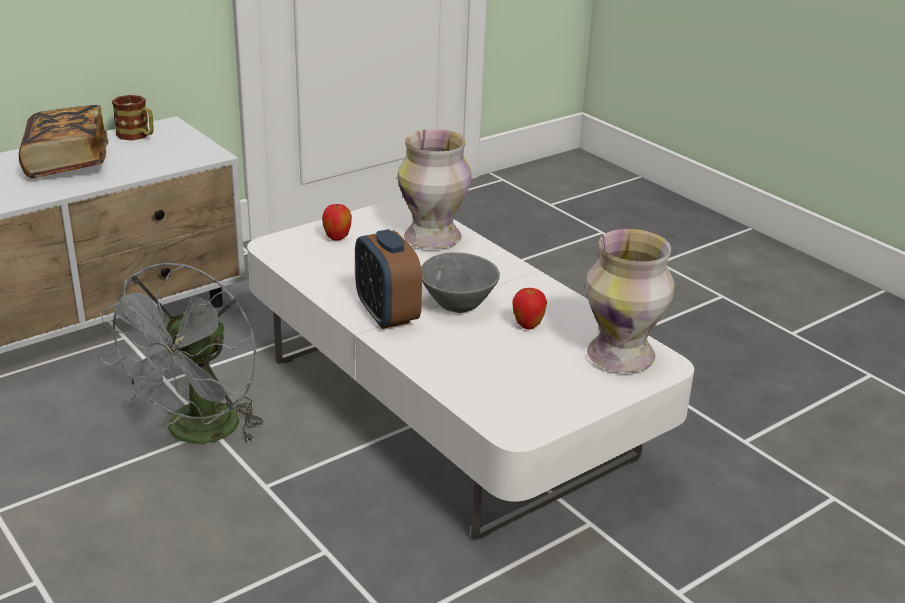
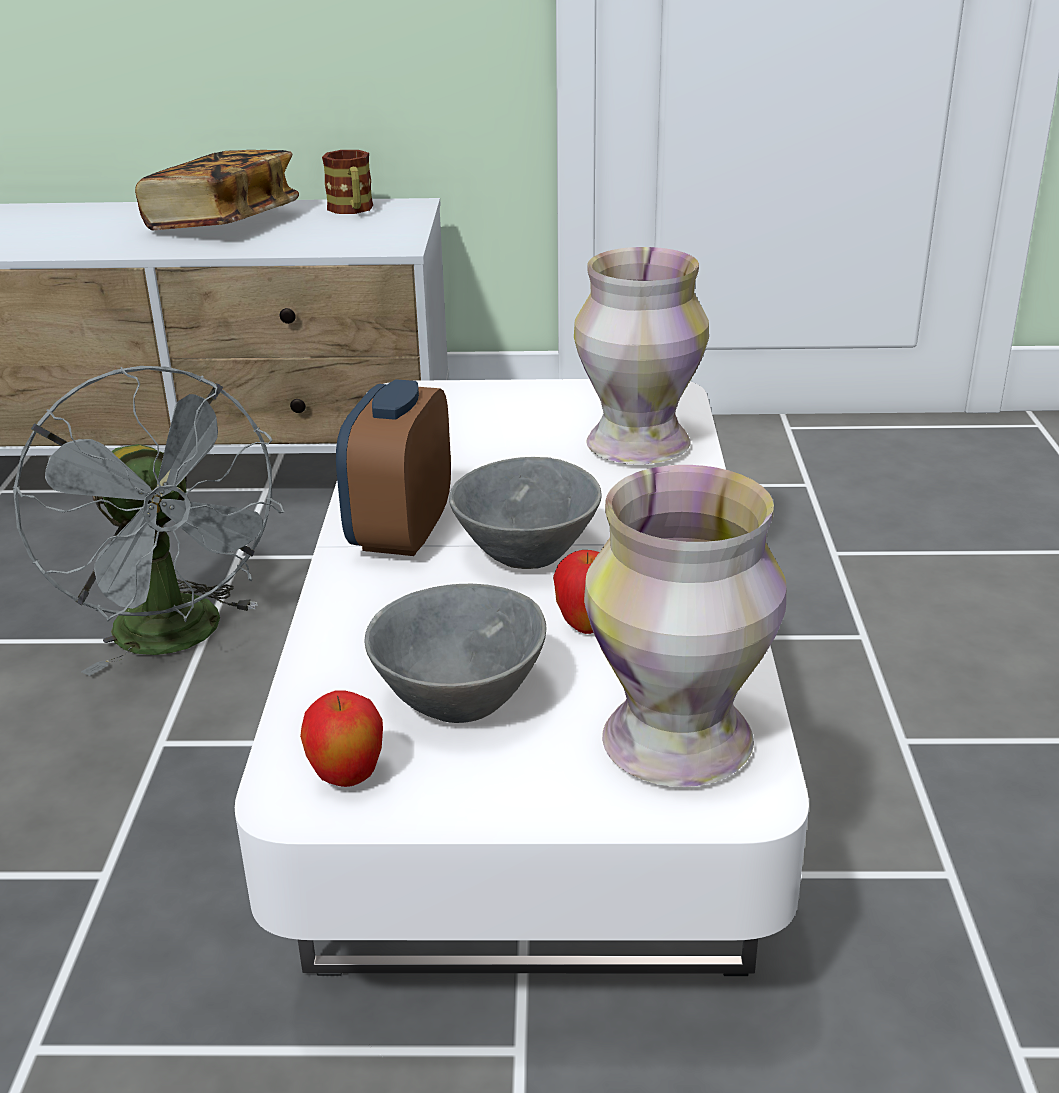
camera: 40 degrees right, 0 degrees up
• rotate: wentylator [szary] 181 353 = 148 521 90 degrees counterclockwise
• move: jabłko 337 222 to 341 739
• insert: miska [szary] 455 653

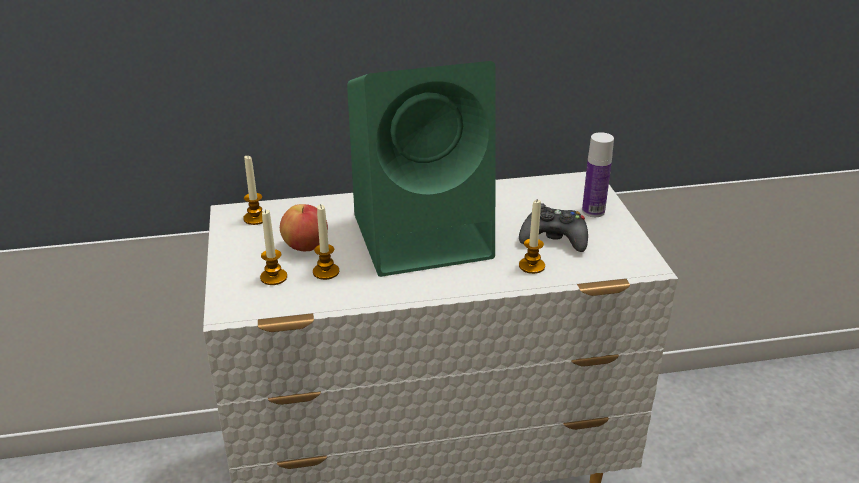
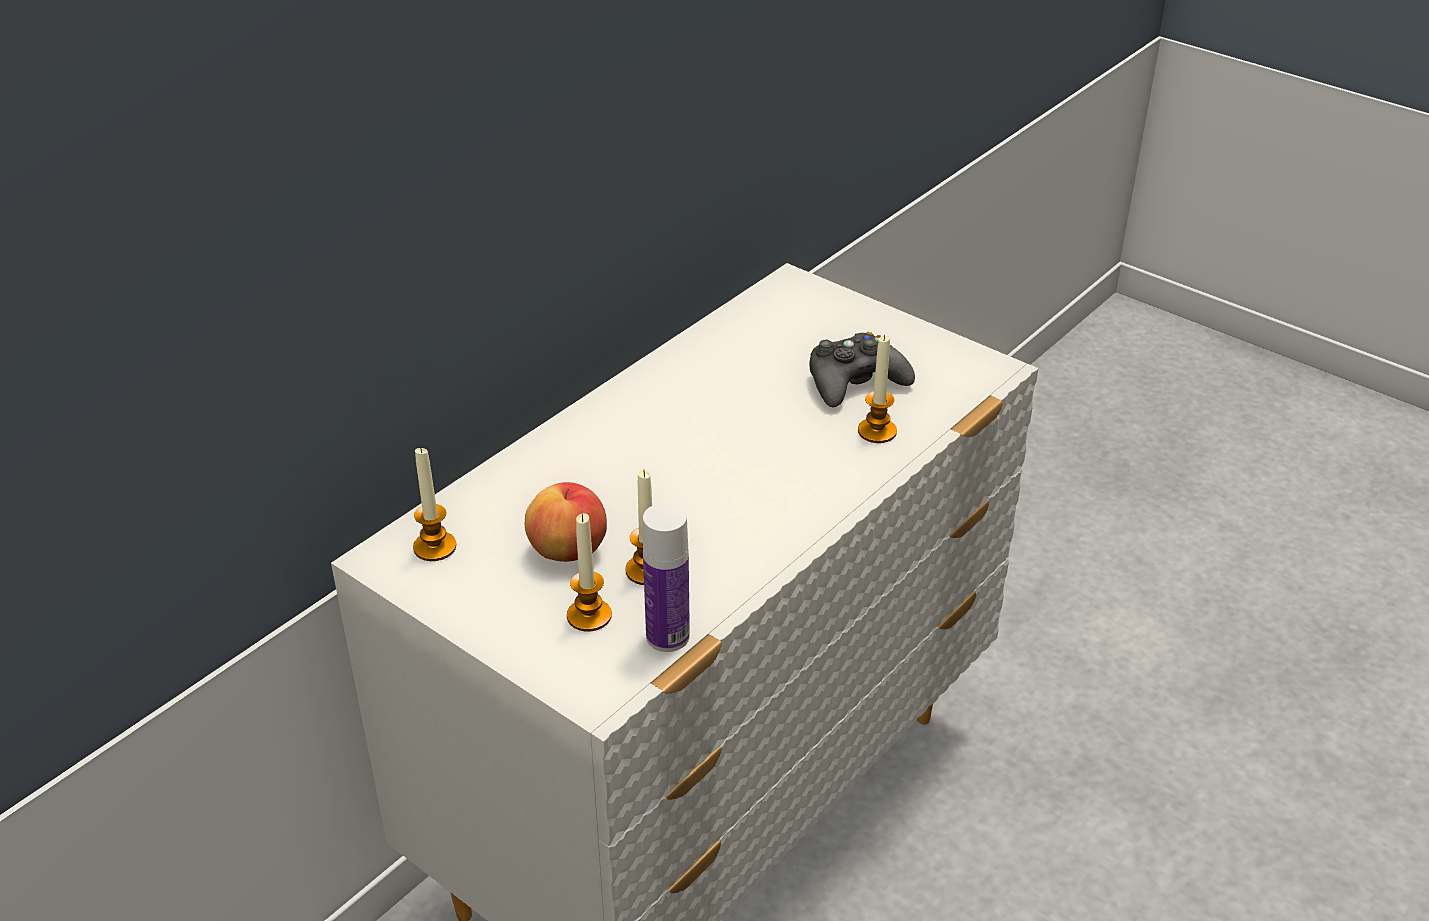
camera: 40 degrees left, 5 degrees up
• move: butelka 598 174 to 666 577
• delete: głośnik [zielony] 421 169

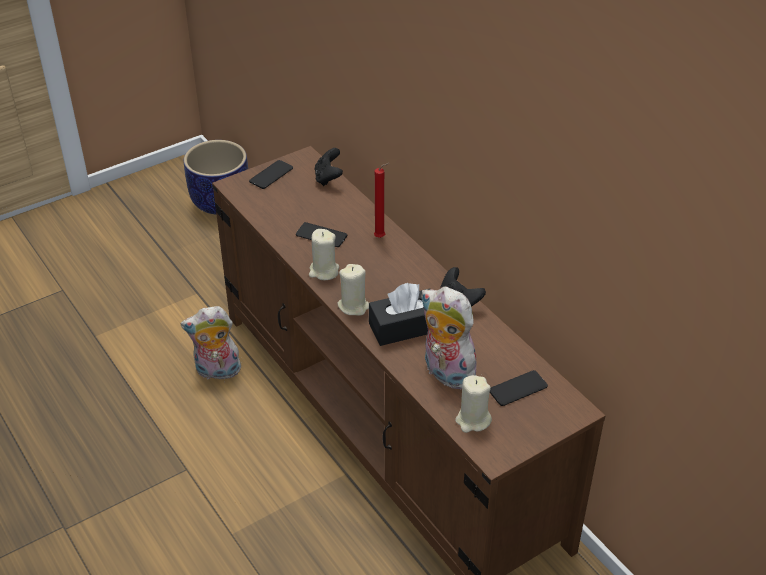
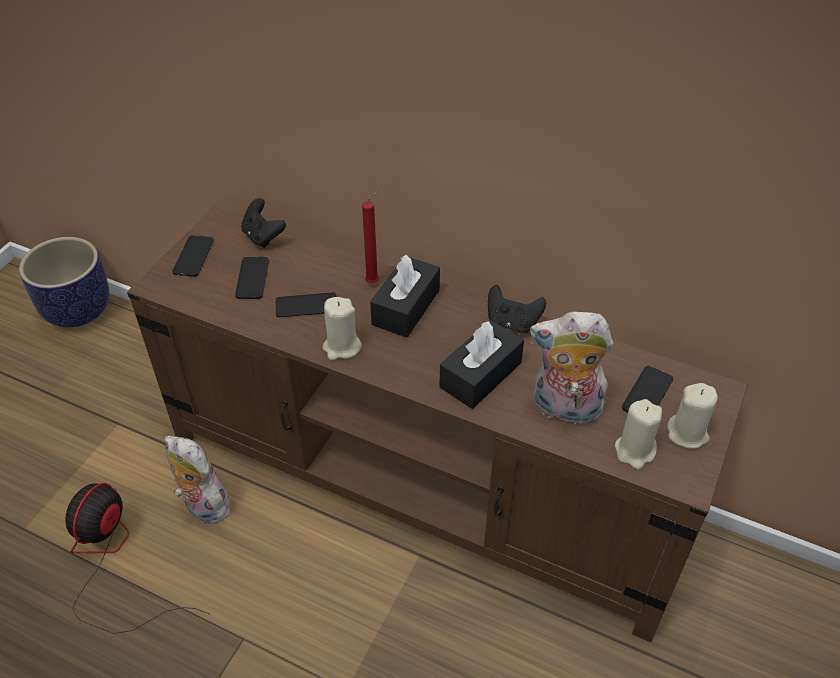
camera: 30 degrees left, 5 degrees up
• insert: wentylator 137 558
• rotate: pluszak 210 342 = 199 480 75 degrees clockwise
• insert: telefon 252 278
• insert: pudełko chusteczek [czarny] 405 296
• move: świeca [beżowy] 353 290 to 692 416

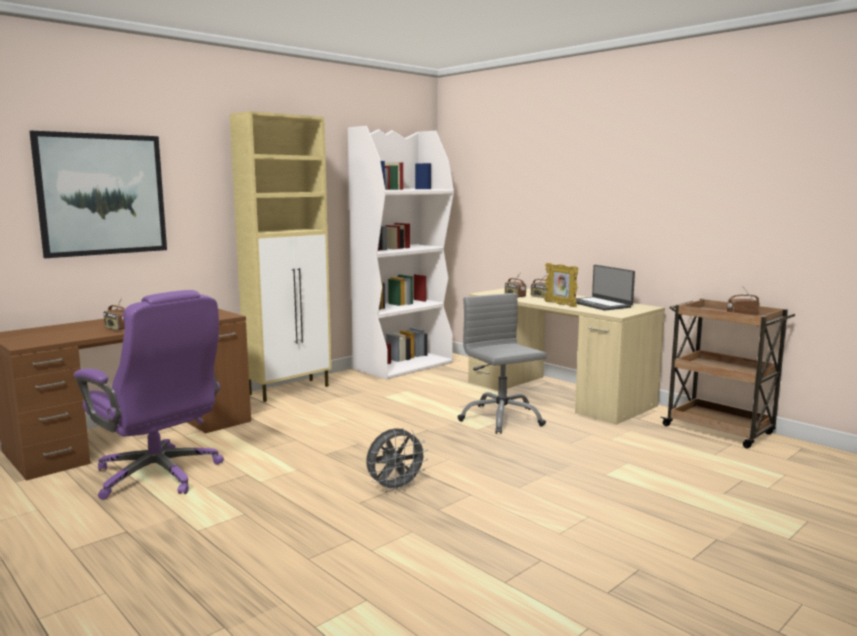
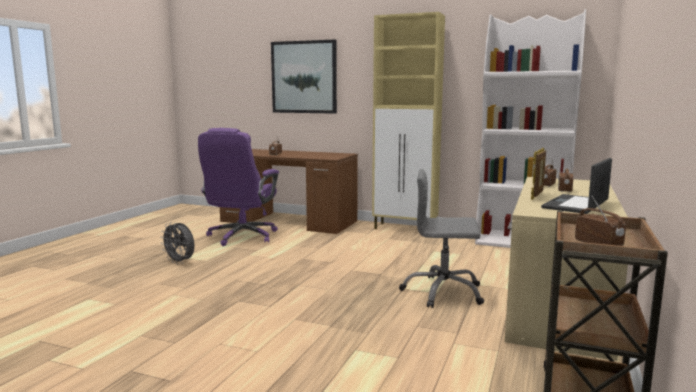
camera: 65 degrees right, 0 degrees up
• move: wentylator [szary] 397 460 to 177 243
• rotate: krzesło biurowe [szary] 502 363 = 441 238 120 degrees counterclockwise

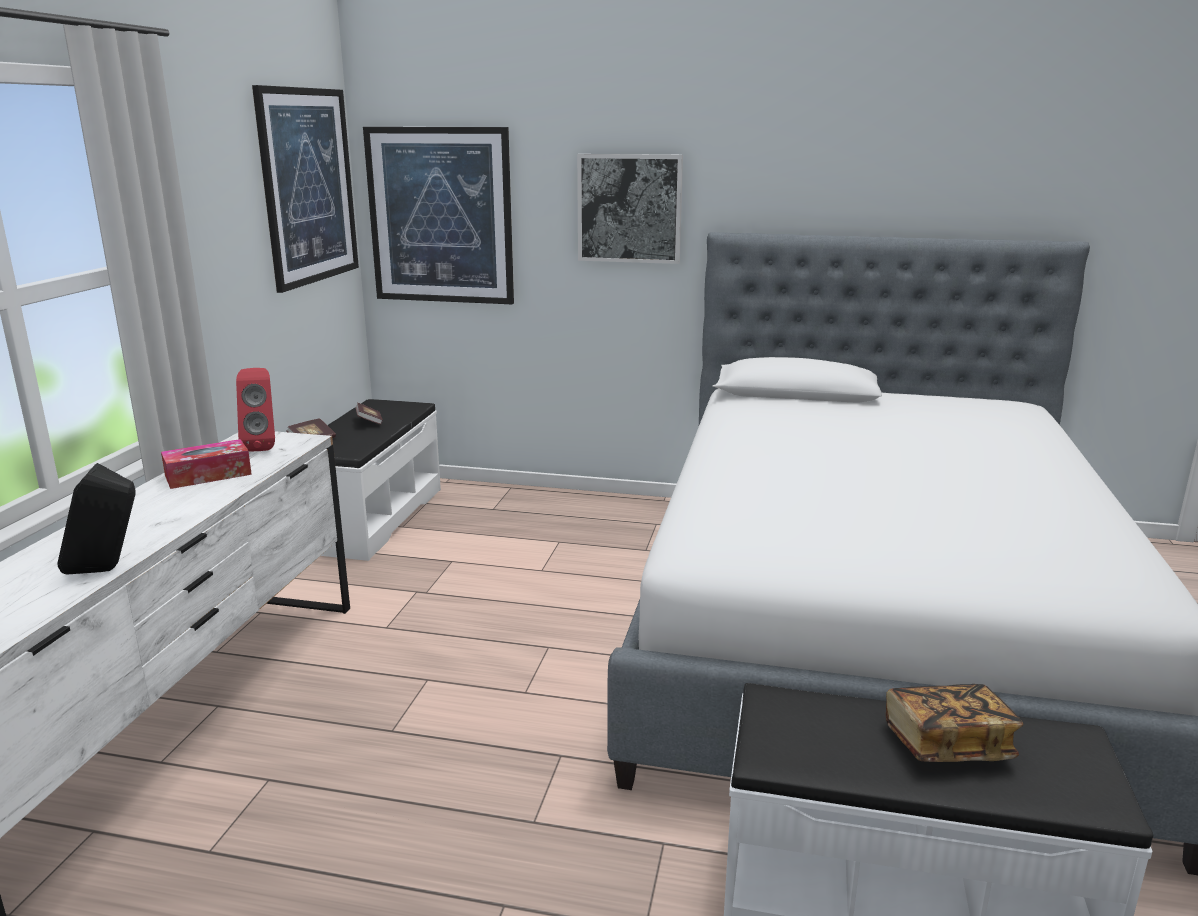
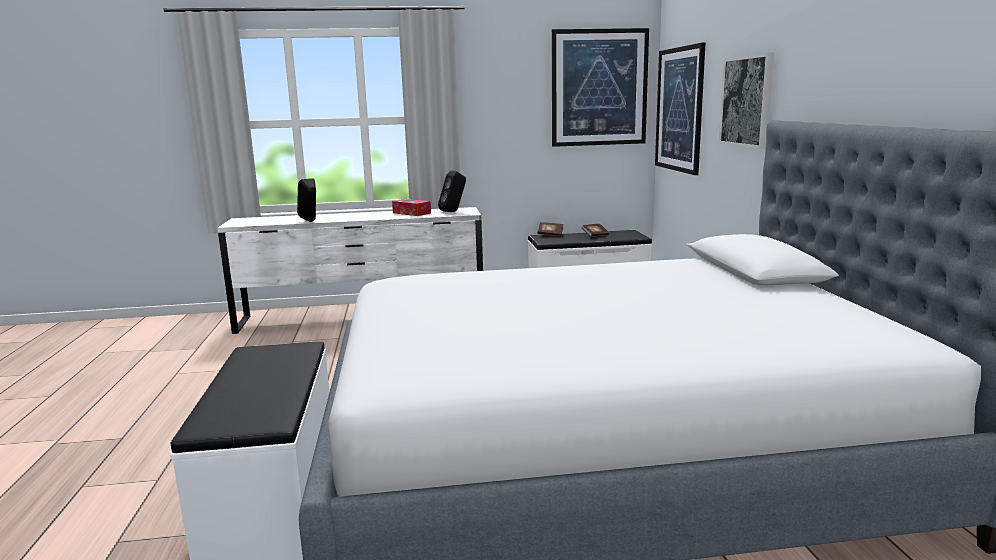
camera: 70 degrees right, 5 degrees down
• recolor: głośnik [czerwony] 255 410 to głośnik [czarny] 452 191
• delete: książka 955 723

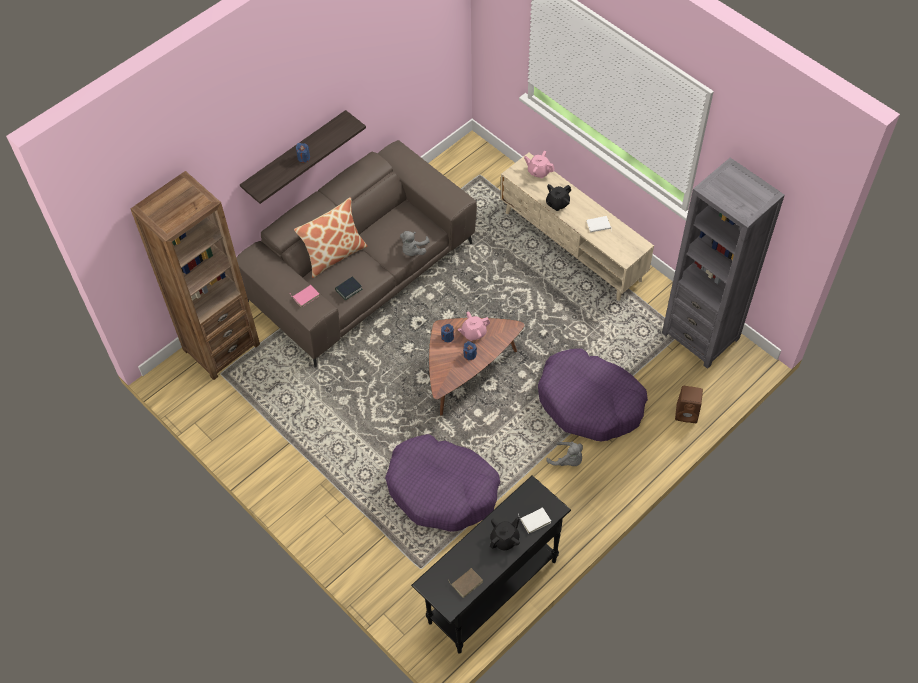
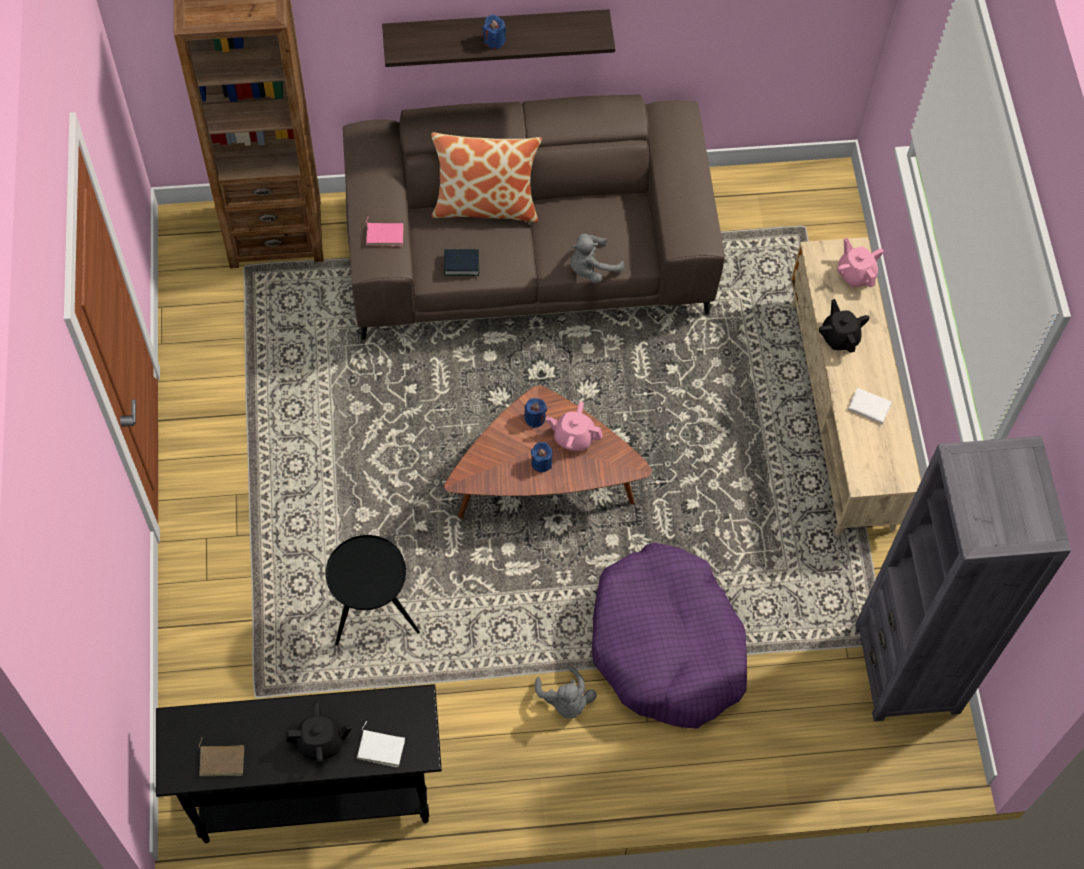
camera: 35 degrees right, 5 degrees up
• replace: legowisko [fioletowy] 442 483 to stolik [czarny] 373 590
• rotate: imbryk [czarny] 558 197 = 844 326 75 degrees clockwise
• delete: głośnik [brązowy] 689 404

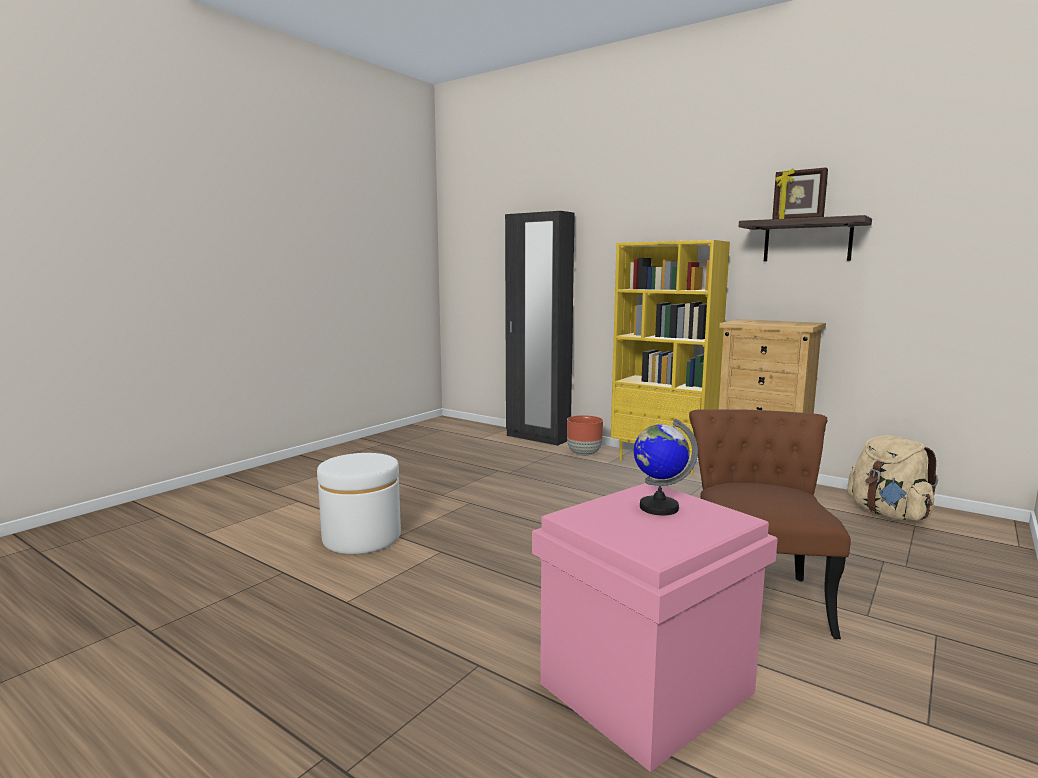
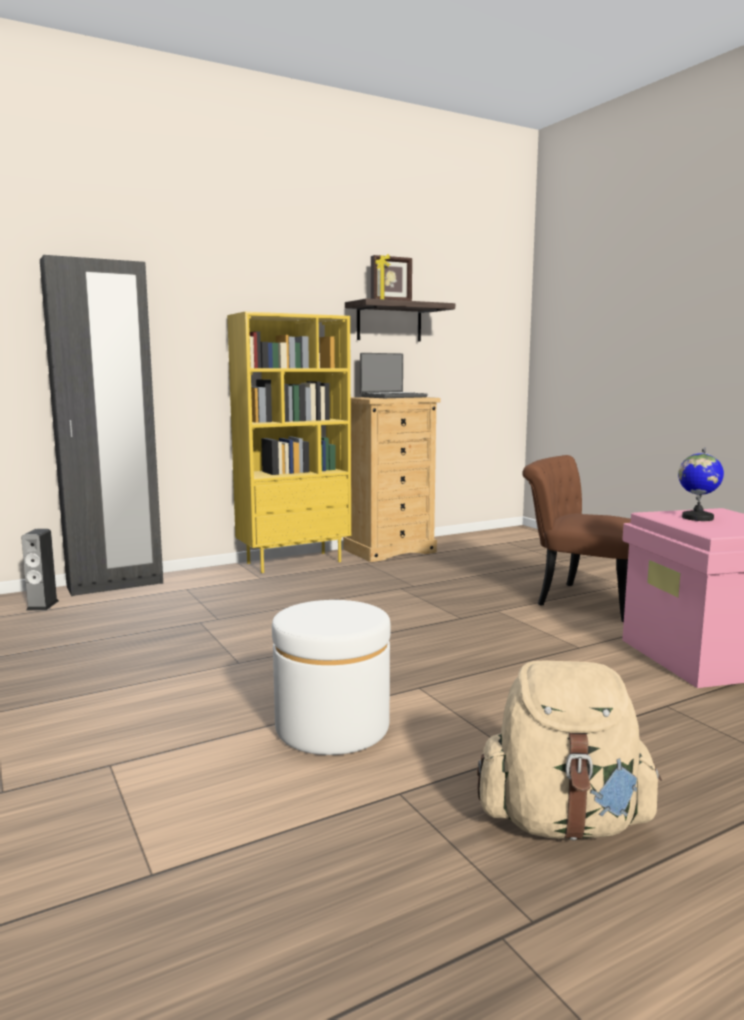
camera: 65 degrees left, 0 degrees up
• insert: głośnik 40 569
• insert: laptop 393 375
• move: plecak [beżowy] 892 478 to 569 750
• delete: donica [brązowy] 585 435

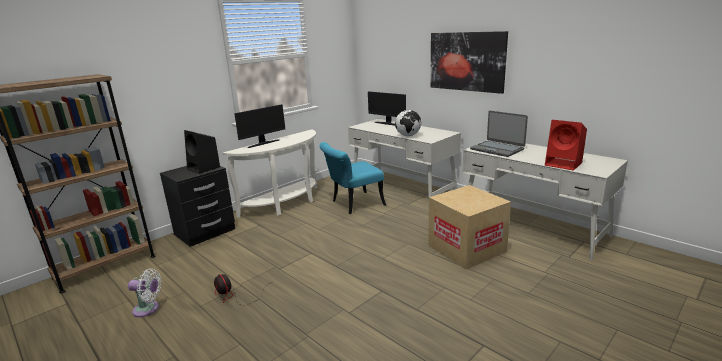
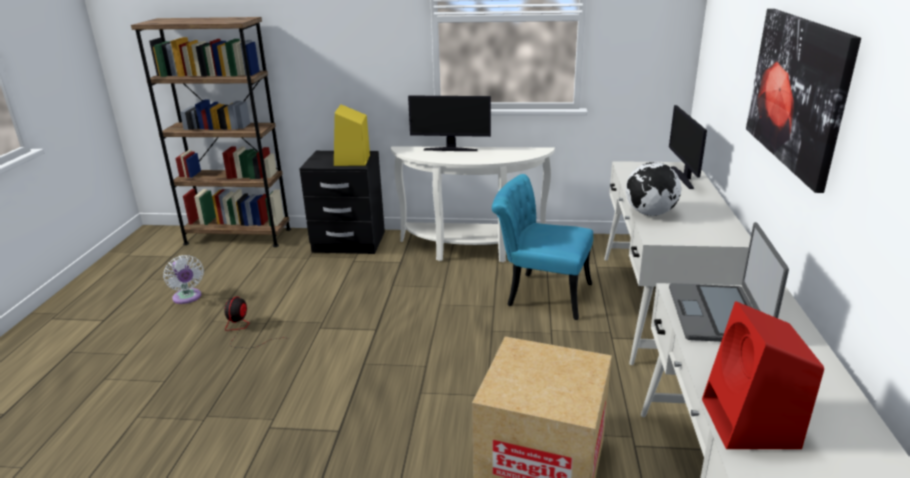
camera: 50 degrees right, 5 degrees up
• recolor: głośnik [czarny] 202 152 to głośnik [żółty] 352 135

